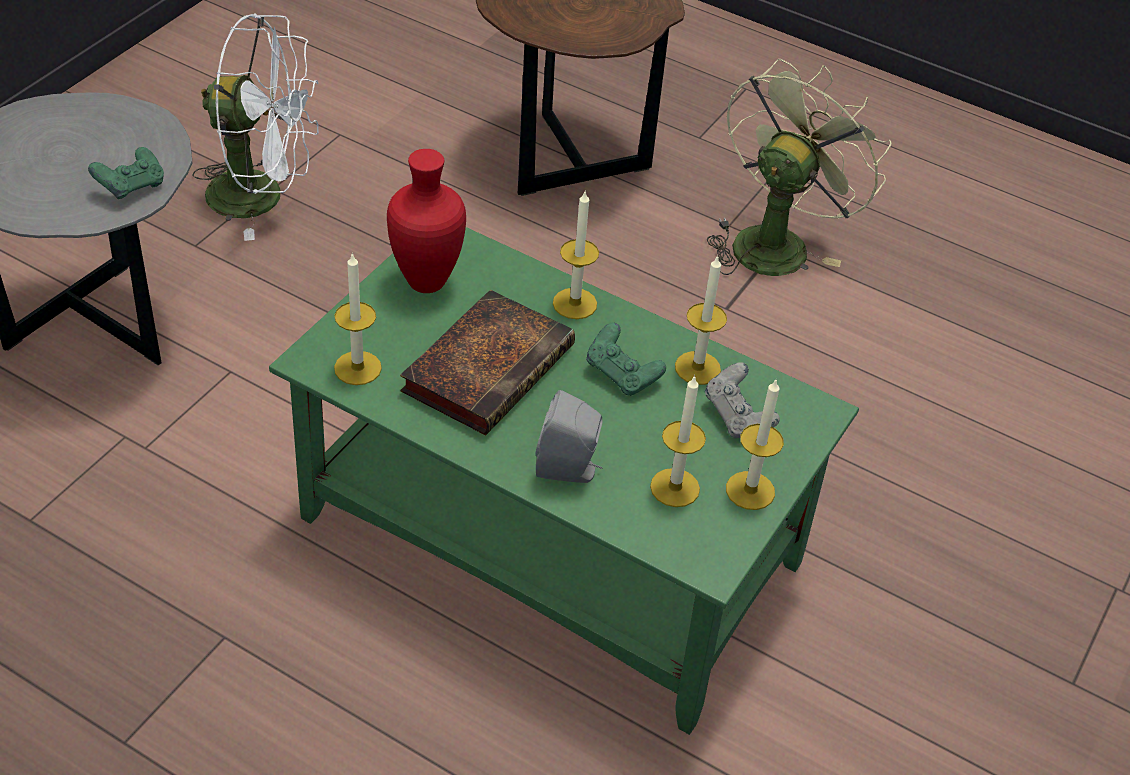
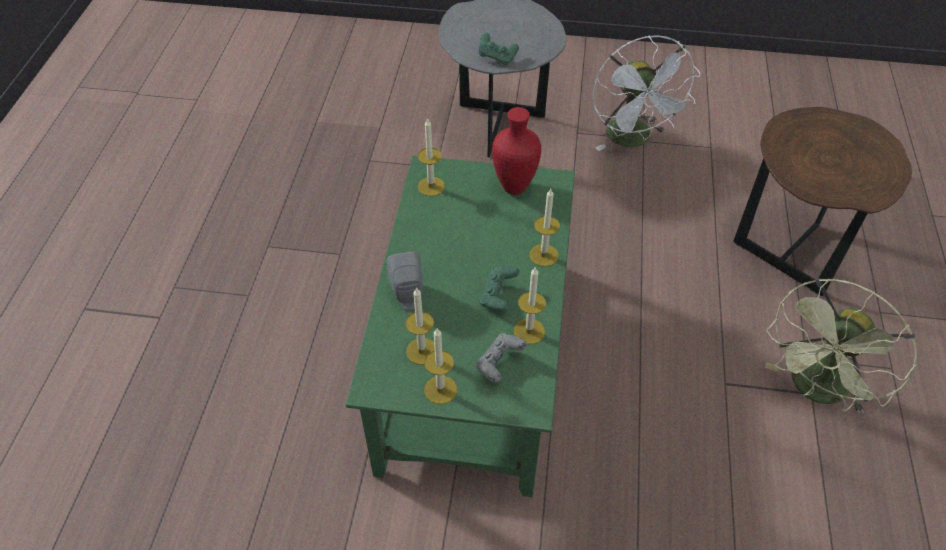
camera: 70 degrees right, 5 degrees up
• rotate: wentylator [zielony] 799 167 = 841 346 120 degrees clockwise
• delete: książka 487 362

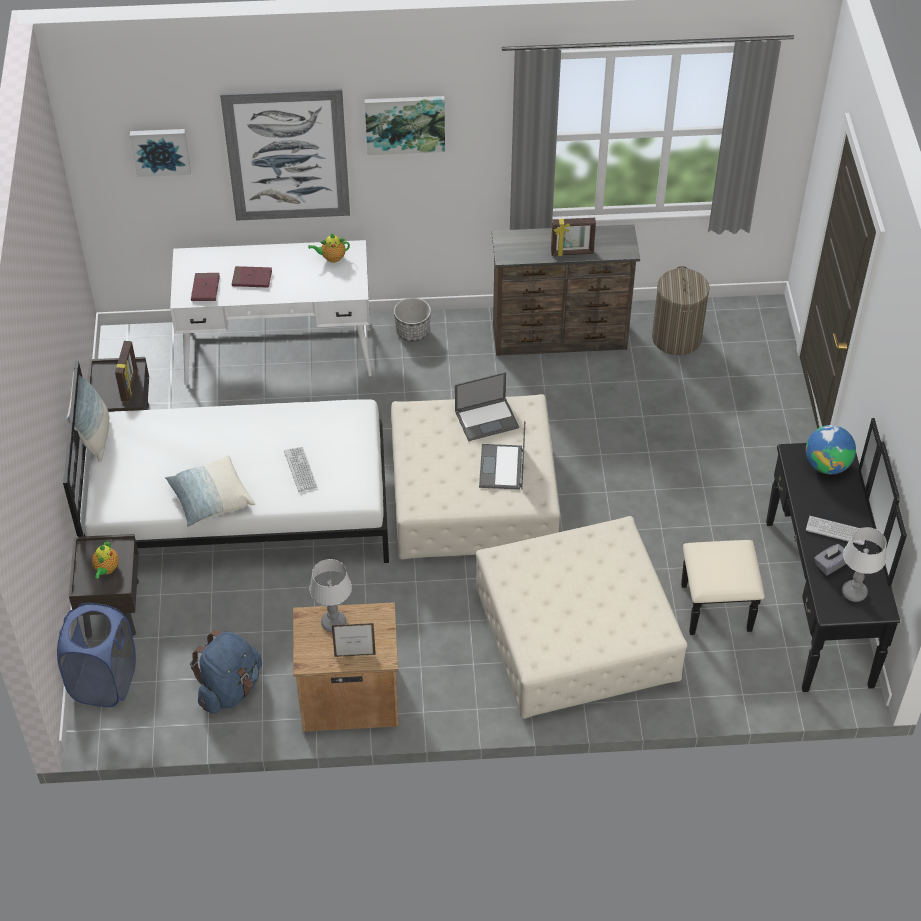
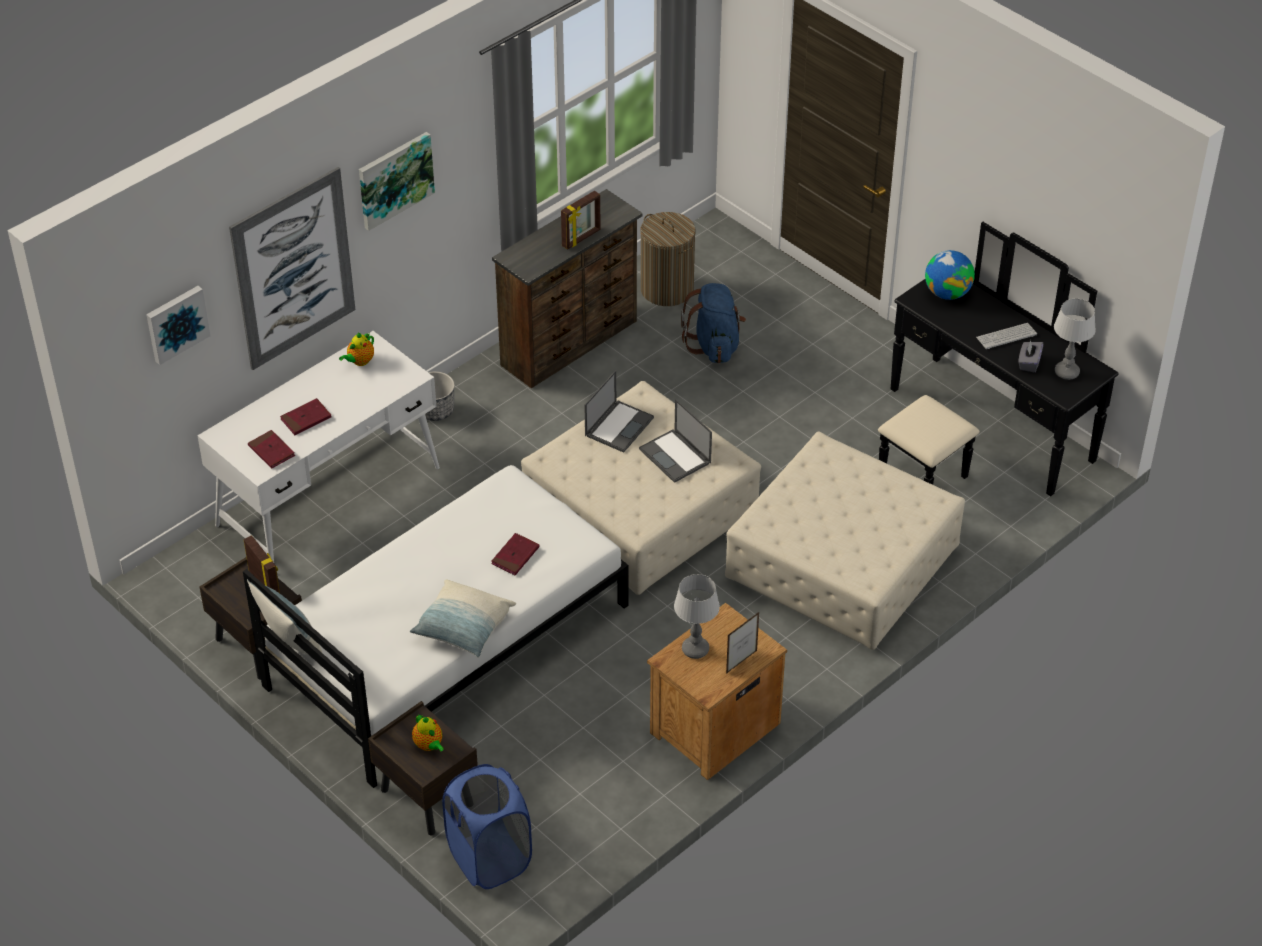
camera: 40 degrees left, 5 degrees down
• replace: klawiatura 301 469 to książka [czerwony] 515 554
• move: plecak [niebieski] 226 672 to 713 323

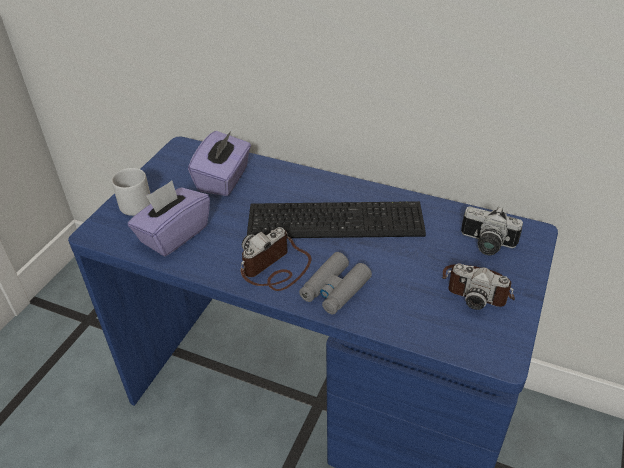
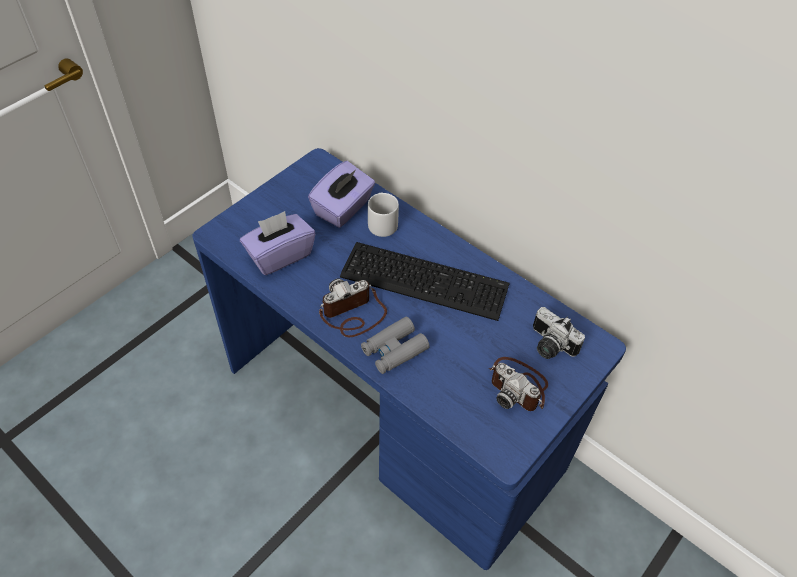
camera: 15 degrees right, 10 degrees up
• move: kubek [szary] 131 192 to 383 215

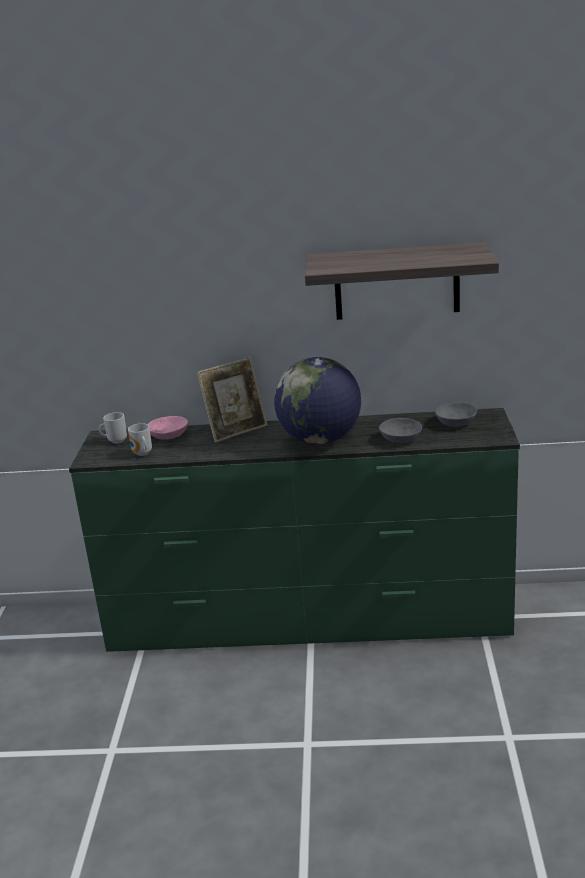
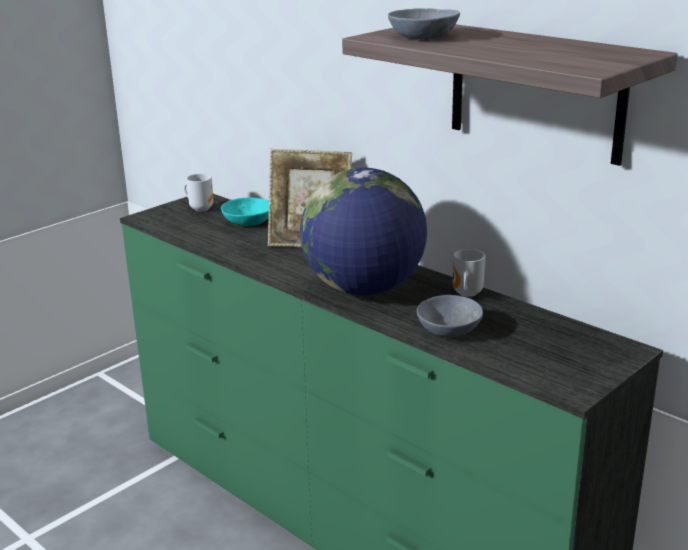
camera: 40 degrees right, 0 degrees up
• recolor: miska [różowy] 168 428 to miska [turkusowy] 245 211
• move: miska [szary] 456 414 to 424 23
• move: kubek 140 439 to 469 273

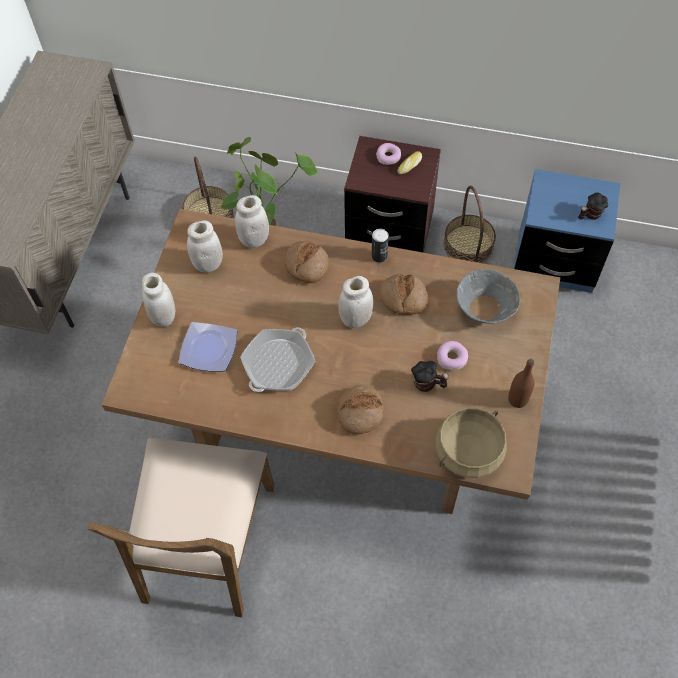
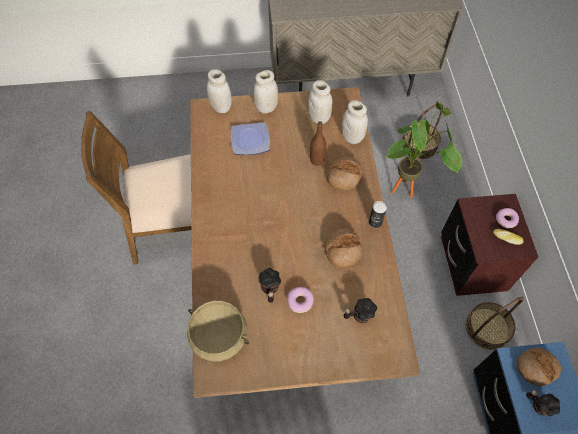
camera: 70 degrees right, 0 degrees up
• move: słoik [biały] 355 302 to 219 91
• move: butelka [brązowy] 521 383 to 318 143
• replace: miska [szary] 488 296 to kubek 360 310
• move: chleb 360 410 to 539 367
• delete: patelnia 277 360

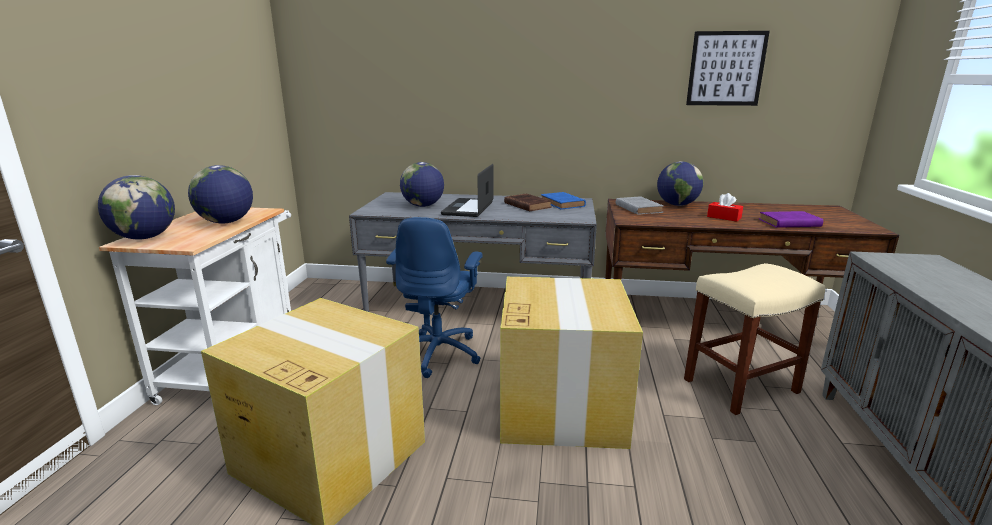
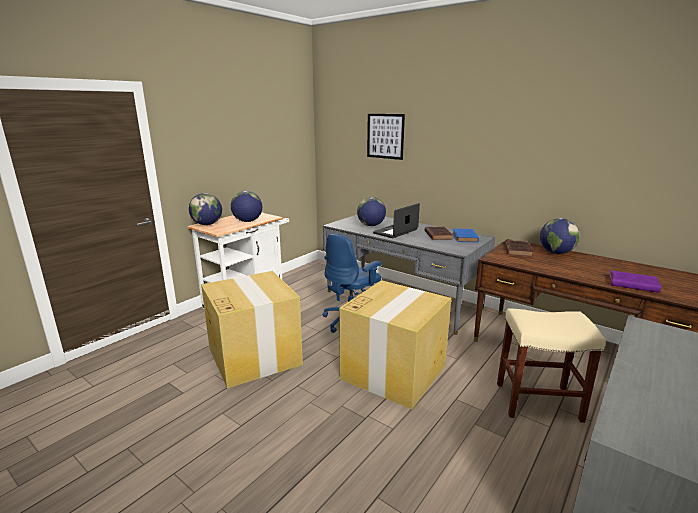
camera: 30 degrees right, 0 degrees up
• move: obraz 728 68 to 386 137
• recolor: książka [szary] 640 205 to książka [brązowy] 518 248
• delete: pudełko chusteczek [czerwony] 725 207

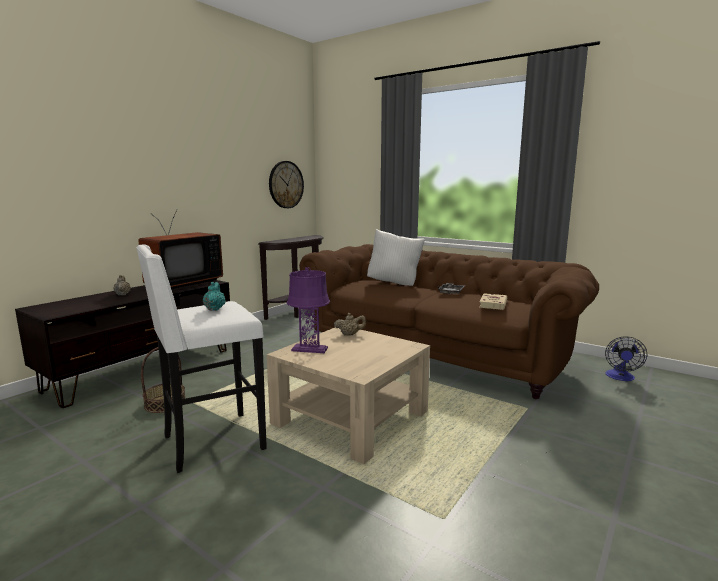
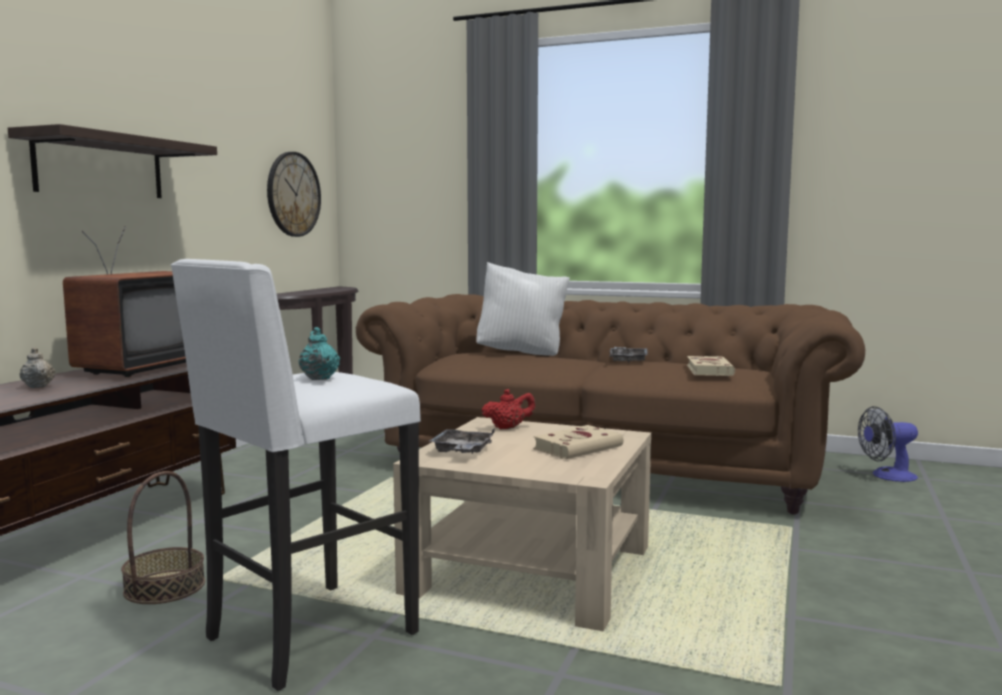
camera: 15 degrees left, 5 degrees down
• insert: półka 112 161
• replace: lampa stołowa [fioletowy] 308 310 to taca [szary] 462 441
• recolor: imbryk [beżowy] 350 324 to imbryk [czerwony] 509 409
• insert: książka [beżowy] 578 442
• rotate: wentylator 626 358 = 888 444 75 degrees clockwise

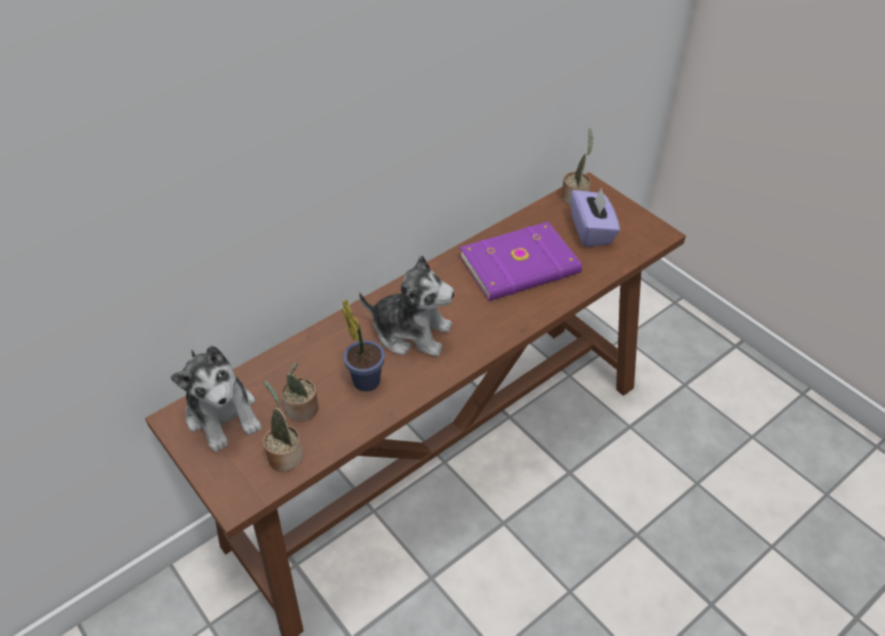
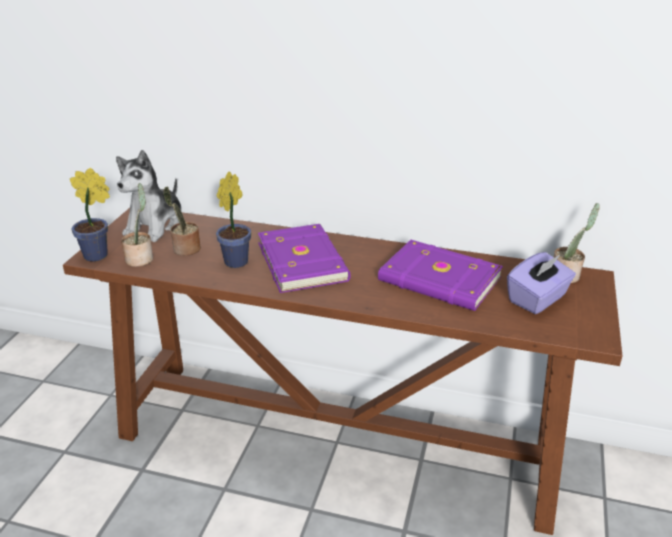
camera: 55 degrees right, 15 degrees down
• insert: roślina doniczkowa 90 215
• replace: pluszak 406 306 to książka [fioletowy] 304 258

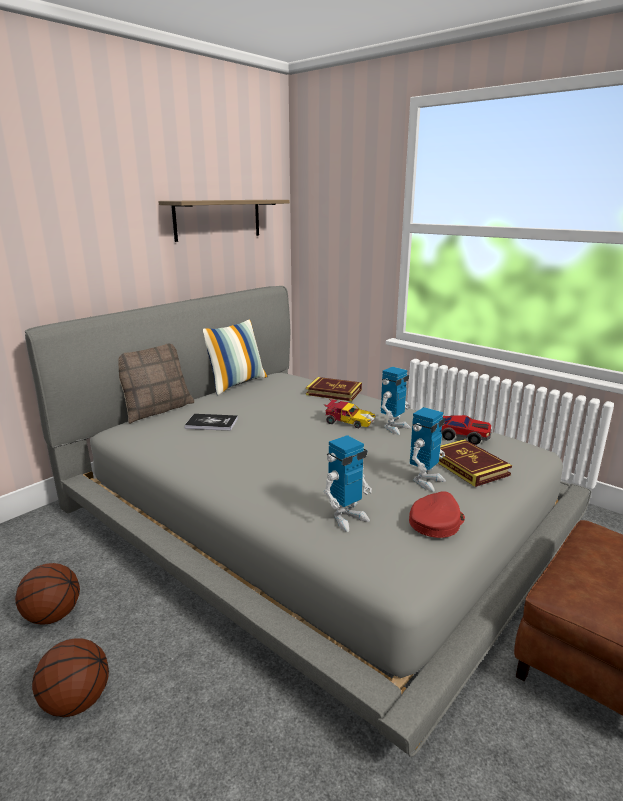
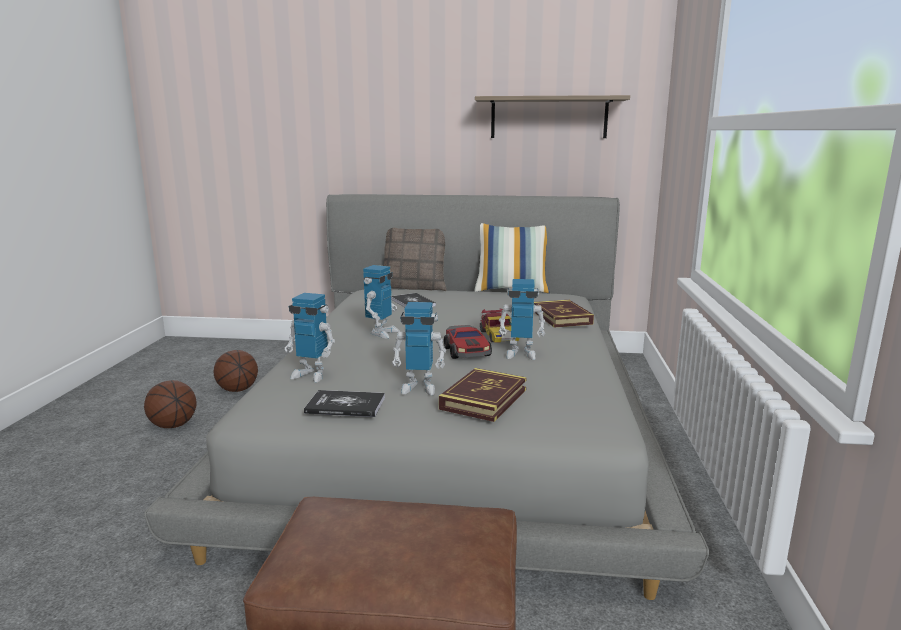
camera: 55 degrees right, 5 degrees down
• replace: czapka z daszkiem [czerwony] 437 514 to książka 344 403
• insert: robot zabawkowy 381 302
• move: samochodzik 466 430 to 468 342

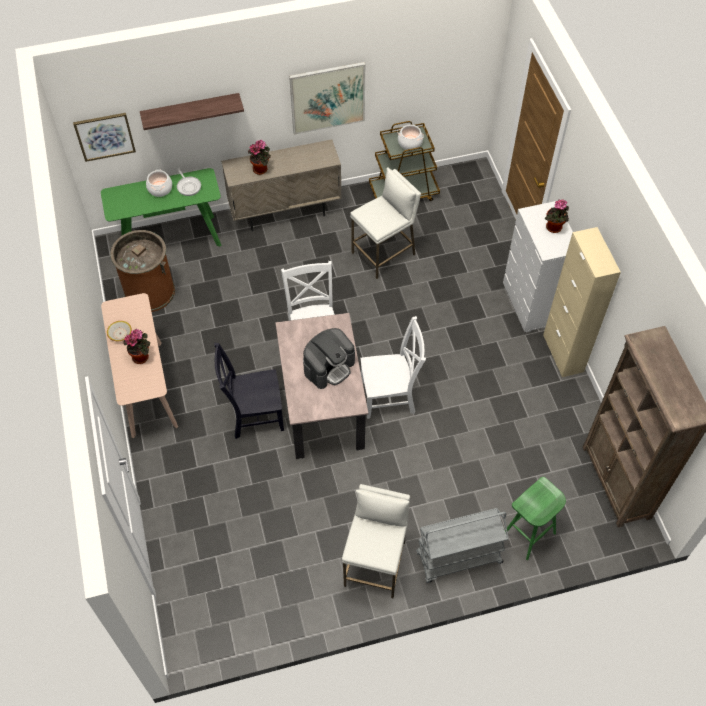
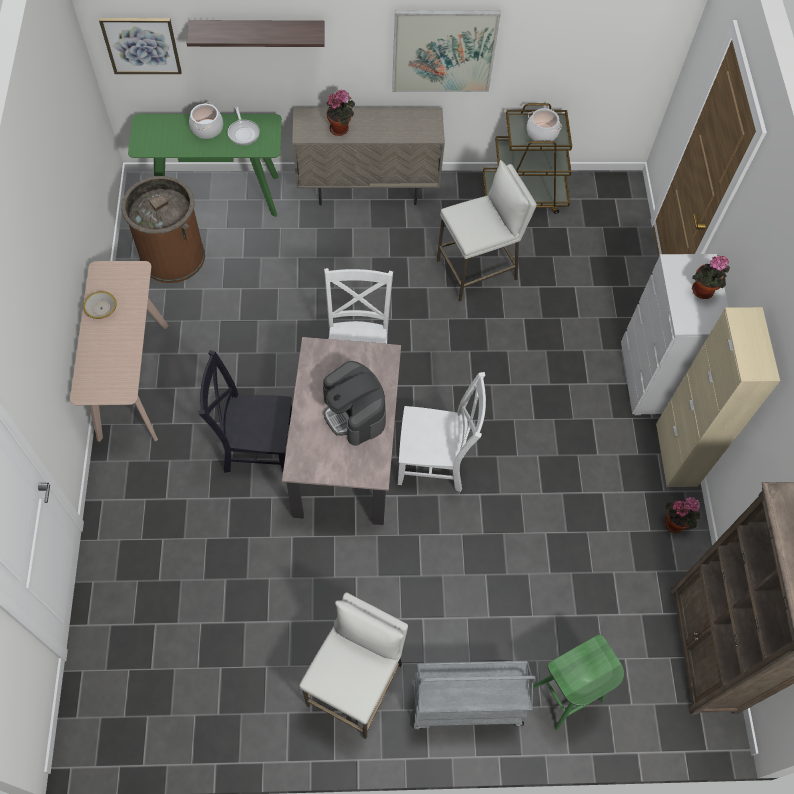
camera: 10 degrees right, 5 degrees up
• rotate: ekspres do kawy 329 358 = 354 403 90 degrees clockwise
• move: roślina doniczkowa 137 346 to 682 515

